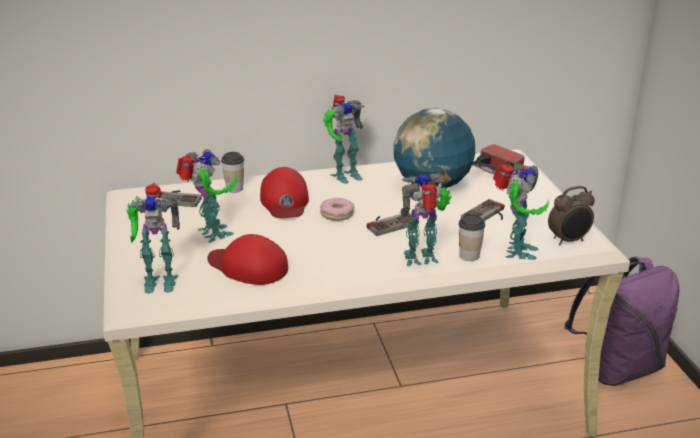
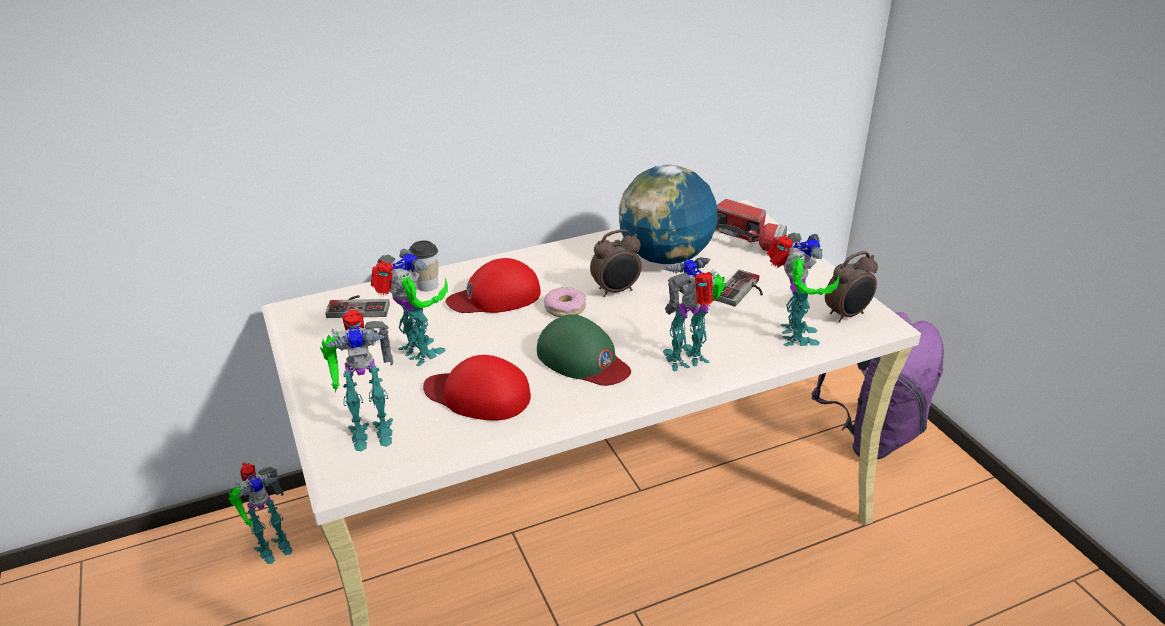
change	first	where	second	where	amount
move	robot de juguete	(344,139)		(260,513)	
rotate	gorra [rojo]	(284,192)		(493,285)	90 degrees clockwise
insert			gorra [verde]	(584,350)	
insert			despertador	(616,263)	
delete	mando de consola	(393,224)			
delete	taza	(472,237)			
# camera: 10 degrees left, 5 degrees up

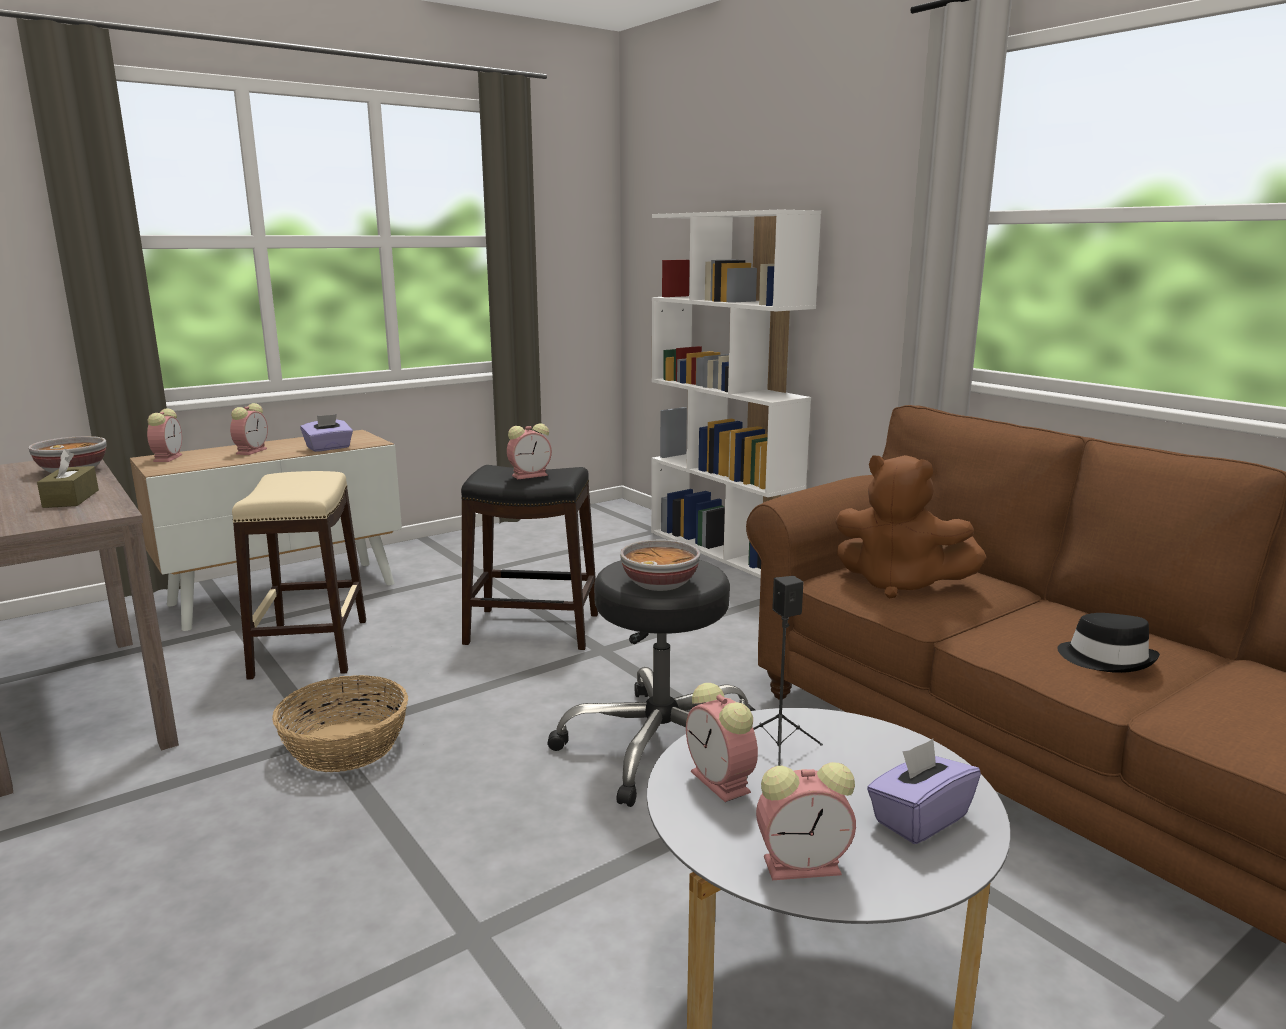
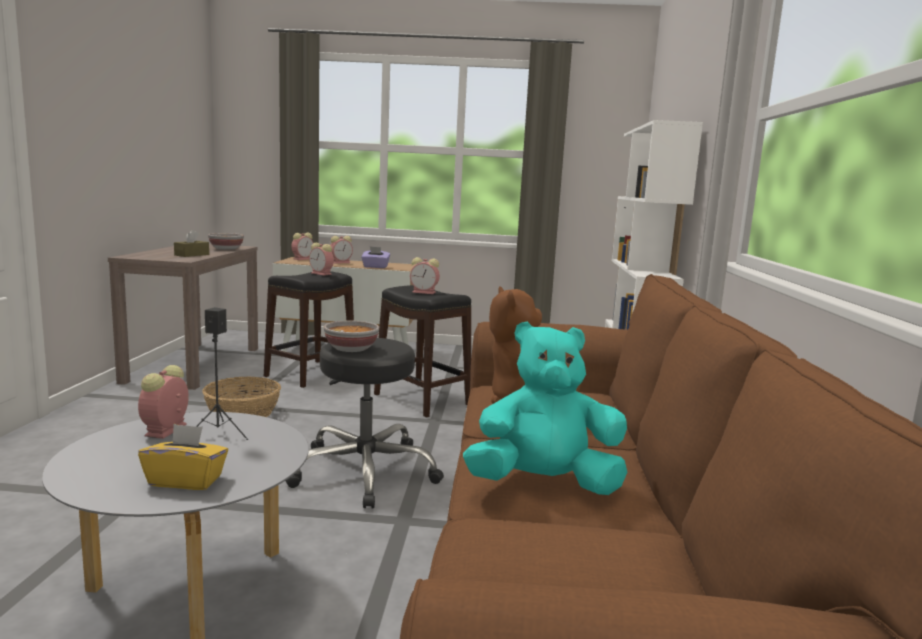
change	first	where	second	where	amount
recolor	caja de pañuelos [morado]	(924,791)	caja de pañuelos [amarillo]	(183,457)	
recolor	taburete [beis]	(299,575)	taburete [negro]	(309,330)	
move	despertador	(806,821)		(321,259)	
replace	sombrero [negro]	(1108,643)	peluche [turquesa]	(545,408)	
# camera: 40 degrees right, 5 degrees down

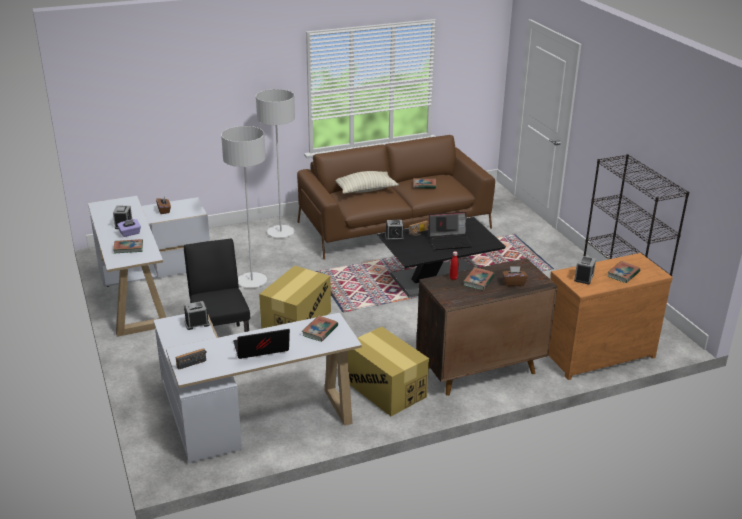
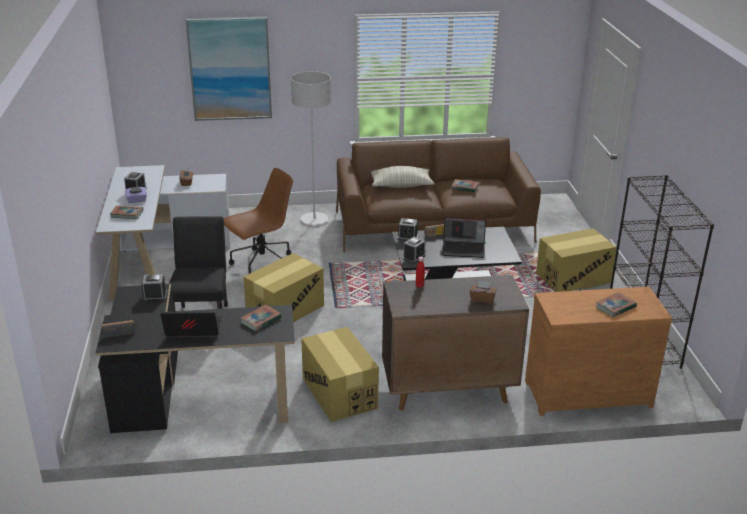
change	first	where	second	where	amount
recolor	escritorio [blanco]	(257,388)	escritorio [negro]	(195,358)	
insert			cuadro	(228,69)	
replace	lámpara de pie [gris]	(244,207)	silla de oficina [marrón]	(258,221)	
move	despertador	(585,270)		(414,250)	
insert			caja de cartón	(576,260)	
delete	libro	(479,278)			
# camera: 15 degrees right, 0 degrees up

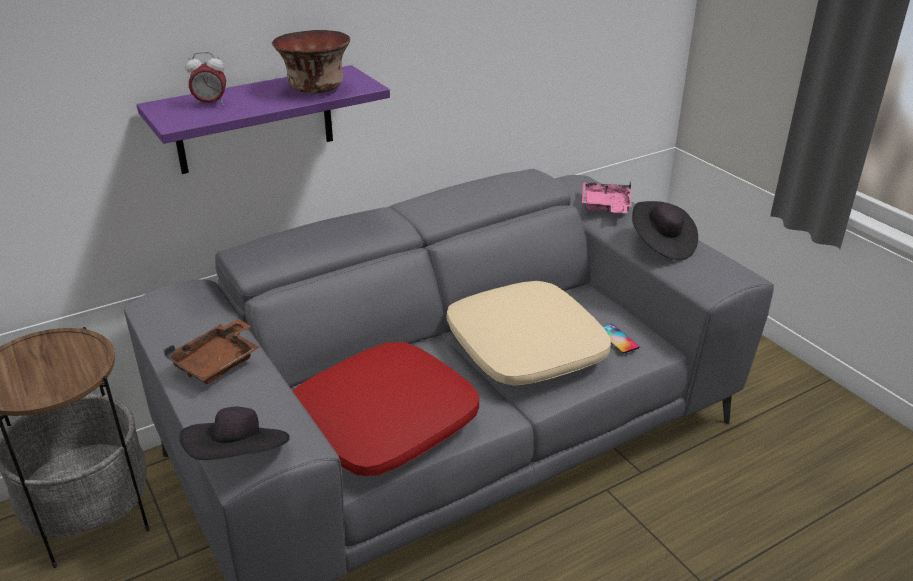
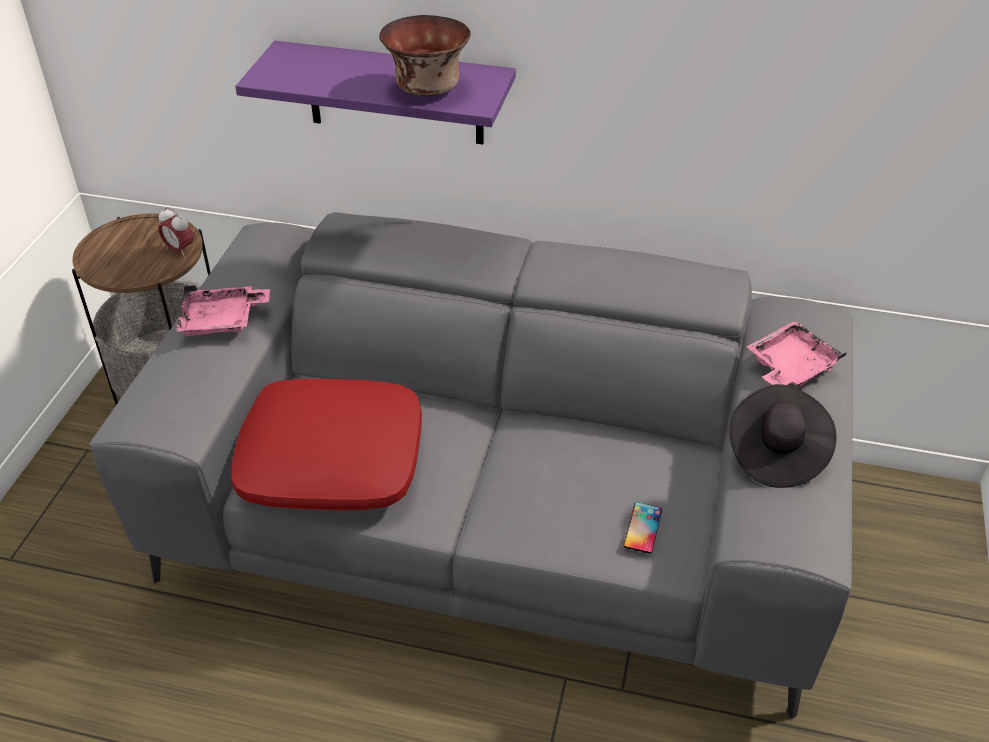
change	first	where	second	where	amount
move	despertador	(206,79)		(176,232)	
recolor	bandeja [marrón]	(212,351)	bandeja [rosa]	(223,310)	
delete	sombrero [negro]	(234,433)			
delete	cojín [beis]	(529,333)			
# camera: 45 degrees right, 10 degrees up

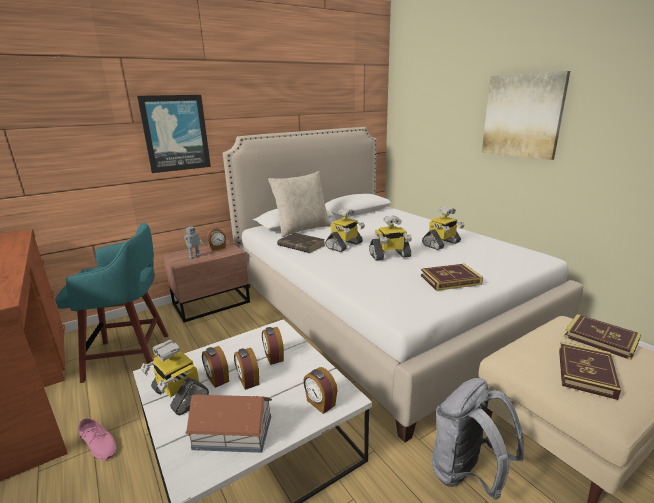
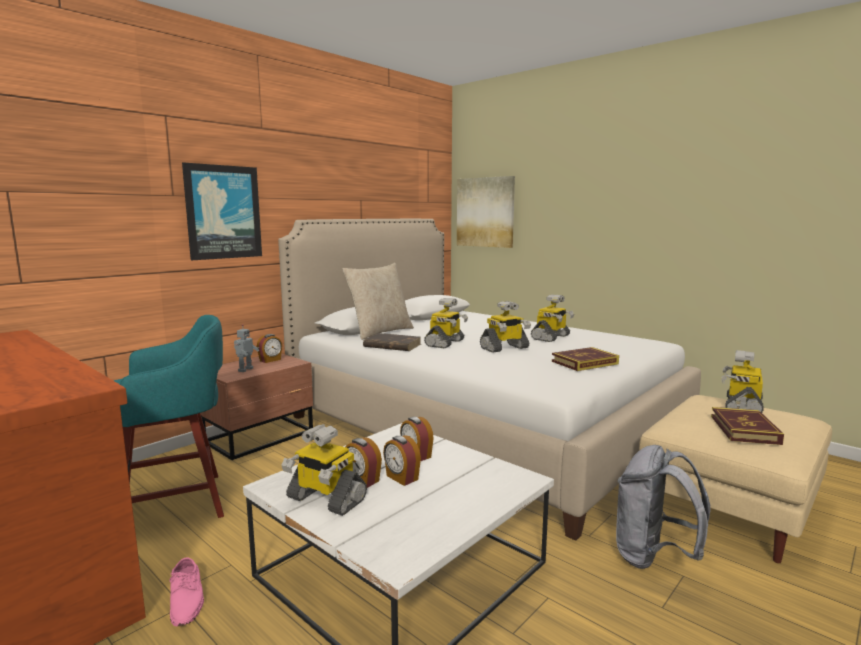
change	first	where	second	where	amount
rotate	zapato [rosa]	(97,439)		(186,591)	45 degrees clockwise
move	cuadro	(526,115)		(486,212)	
replace	libro	(602,337)	robot de juguete	(742,381)	
delete	casita	(228,424)			
delete	despertador	(320,390)			
# camera: 15 degrees left, 10 degrees down

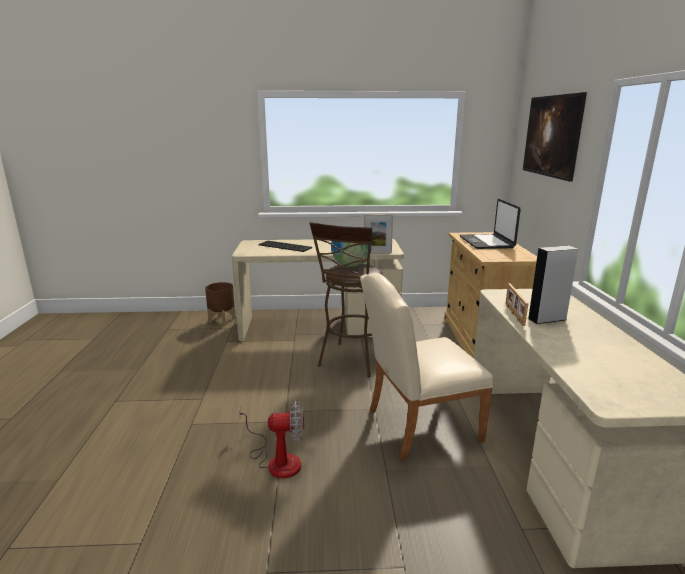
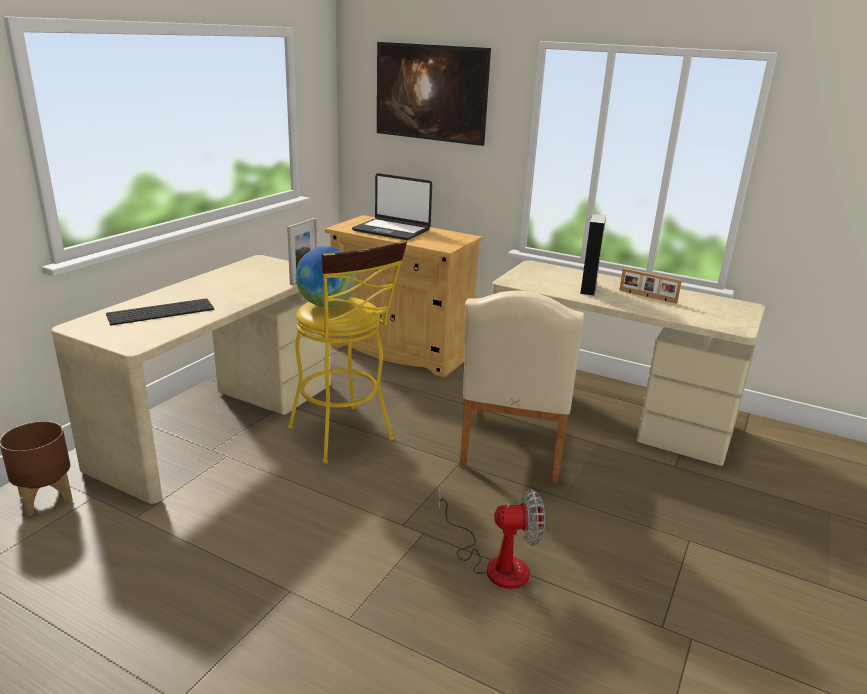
change	first	where	second	where	amount
recolor	taburete [marrón]	(346,299)	taburete [amarillo]	(347,352)	
rotate	ventilador	(271,439)		(491,539)	60 degrees clockwise
move	portarretratos	(516,304)		(650,286)	
# camera: 60 degrees left, 5 degrees up

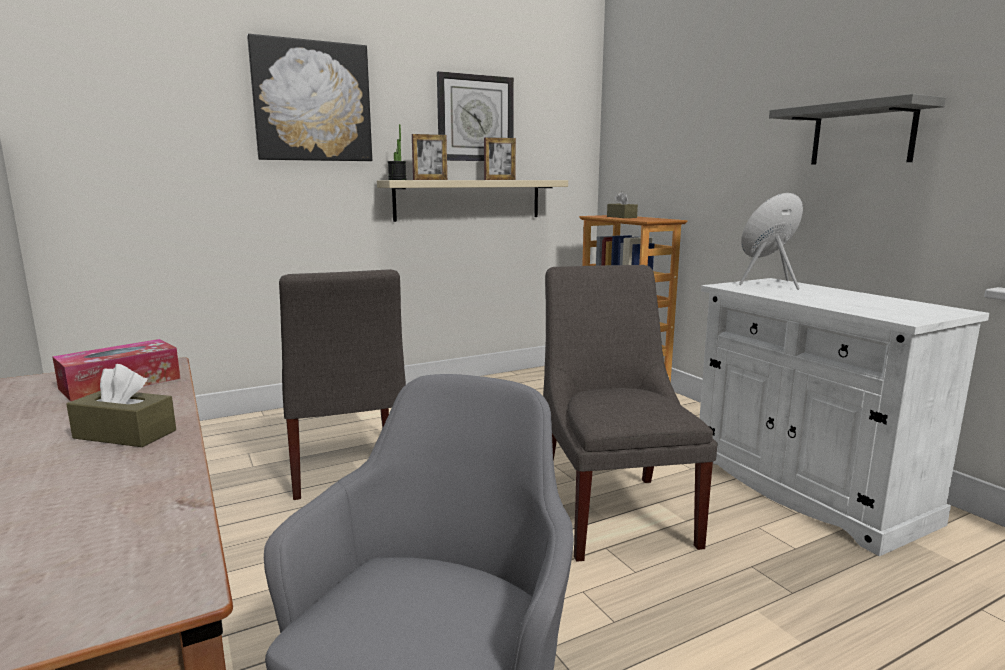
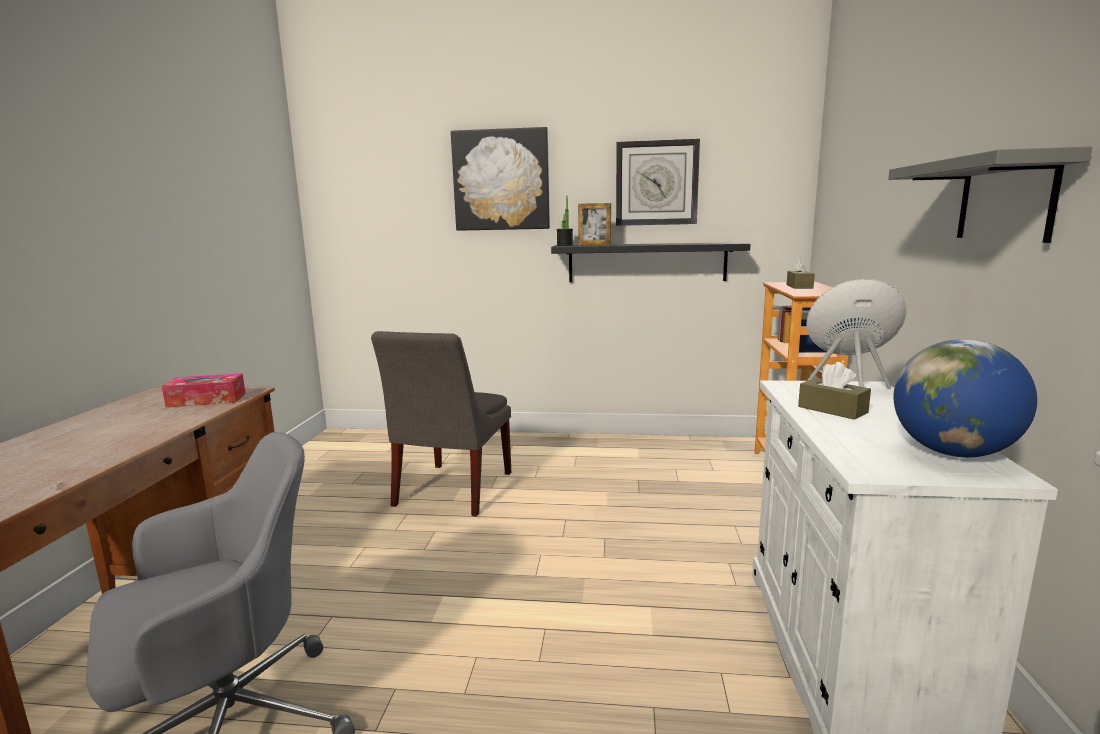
change	first	where	second	where	amount
recolor	estante [beis]	(472,201)	estante [negro]	(651,262)	
move	caja de pañuelos [marrón]	(121,405)		(834,391)	
insert			globo terráqueo	(965,398)	
delete	portarretratos	(500,158)			
delete	silla [gris]	(630,413)			
# camera: 35 degrees right, 0 degrees up

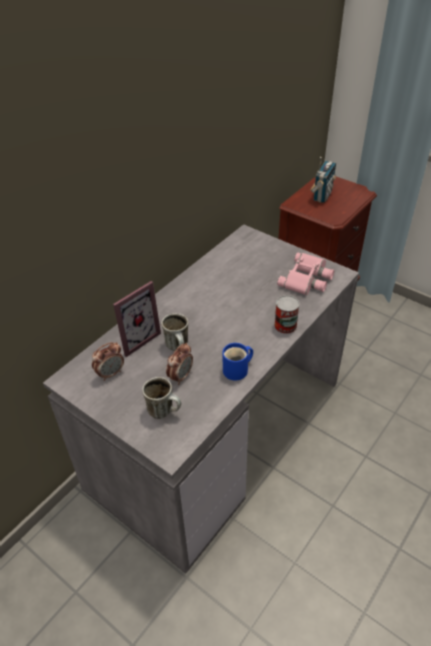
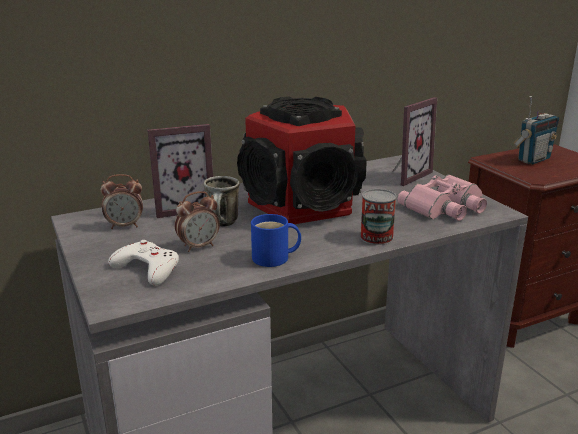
change	first	where	second	where	amount
replace	taza grande	(161,398)	mando de consola [blanco]	(143,262)	
insert			altavoz	(302,160)	
insert			portarretratos	(414,141)	
# camera: 25 degrees right, 20 degrees down

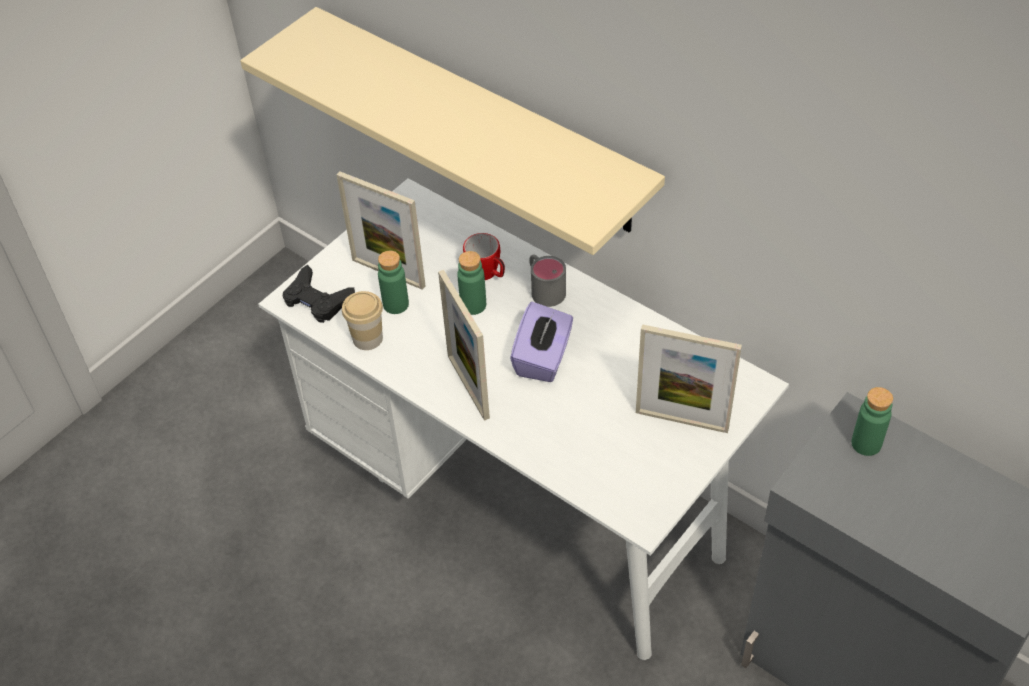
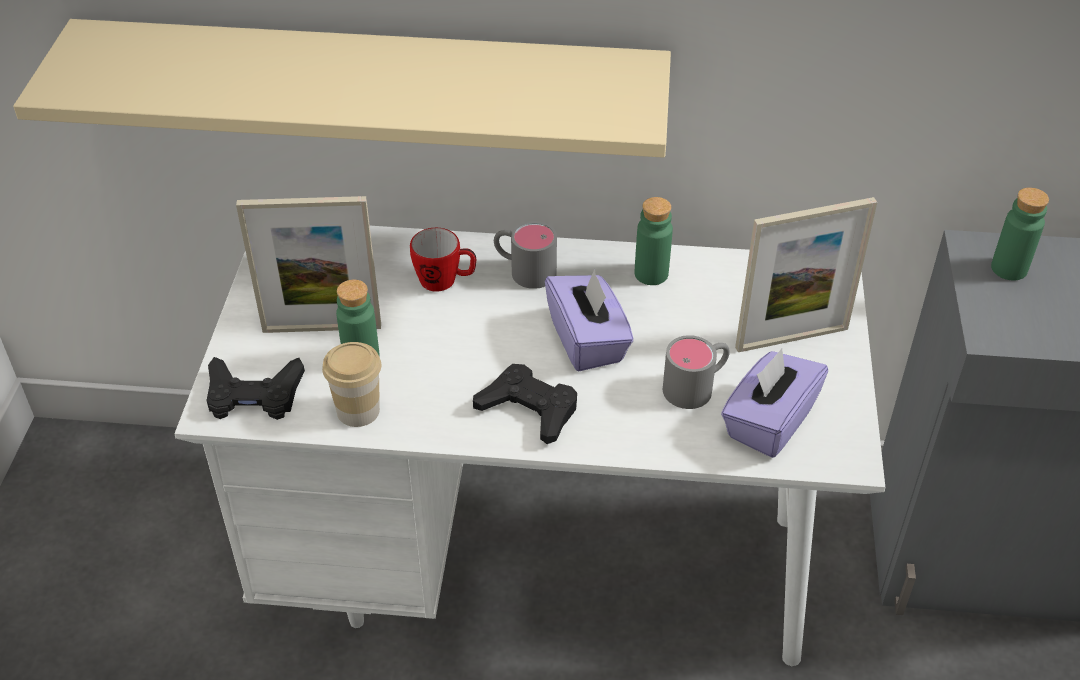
change	first	where	second	where	amount
replace	portarretratos	(464,345)	mando de consola [negro]	(525,404)	
move	botella [verde]	(471,283)		(653,241)	
insert			taza grande [gris]	(696,372)	
insert			caja de pañuelos [morado]	(774,403)	
# camera: 35 degrees left, 5 degrees down

